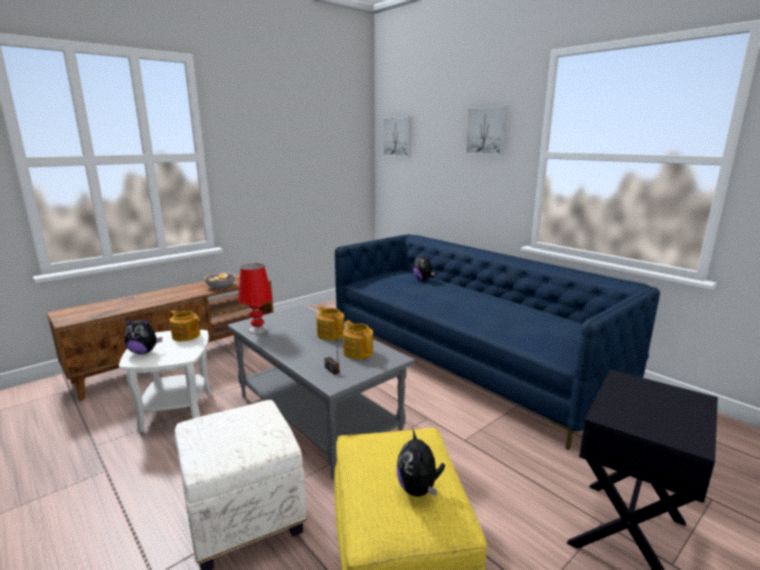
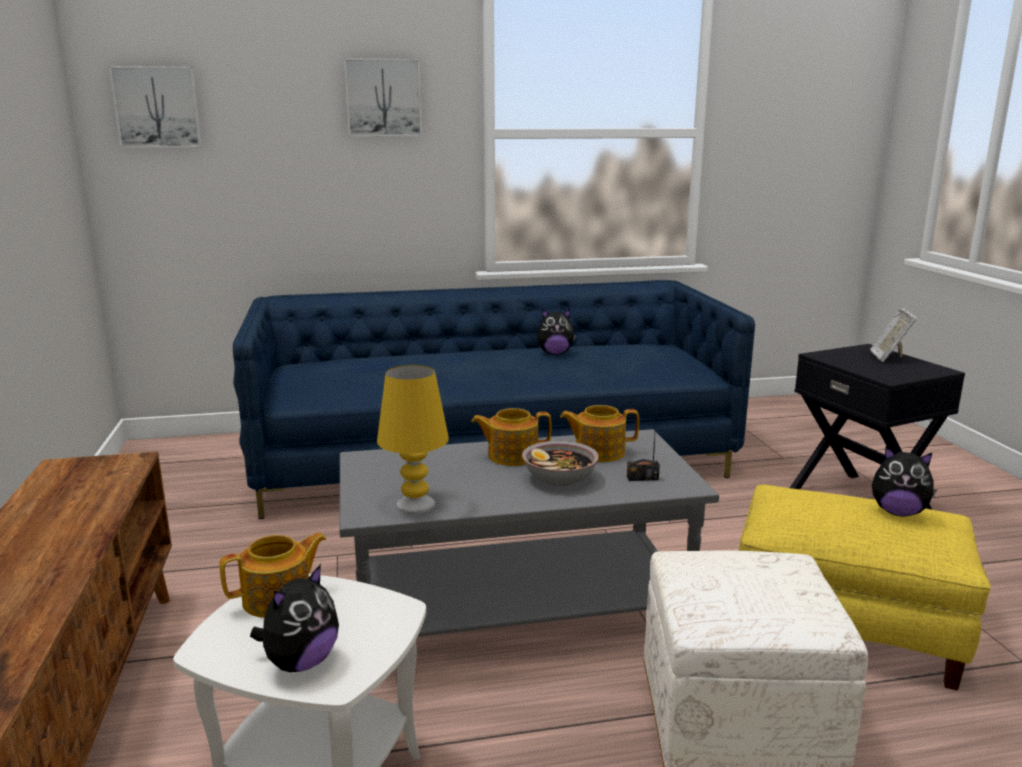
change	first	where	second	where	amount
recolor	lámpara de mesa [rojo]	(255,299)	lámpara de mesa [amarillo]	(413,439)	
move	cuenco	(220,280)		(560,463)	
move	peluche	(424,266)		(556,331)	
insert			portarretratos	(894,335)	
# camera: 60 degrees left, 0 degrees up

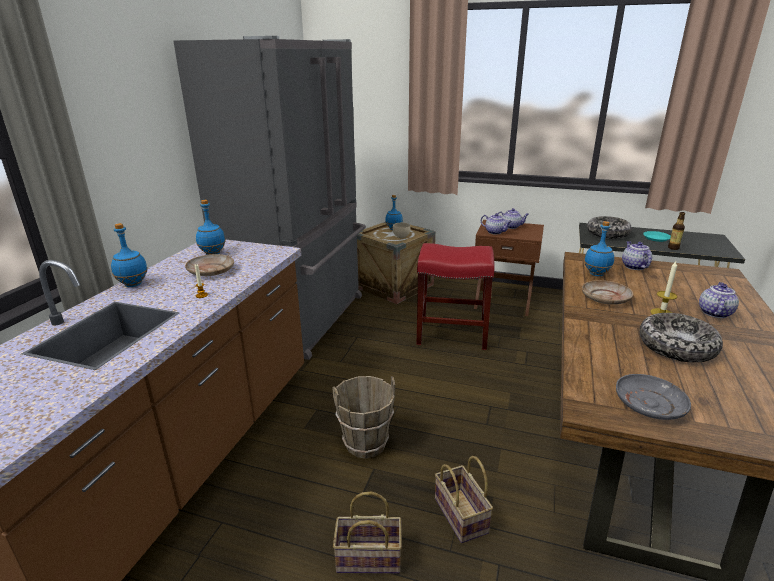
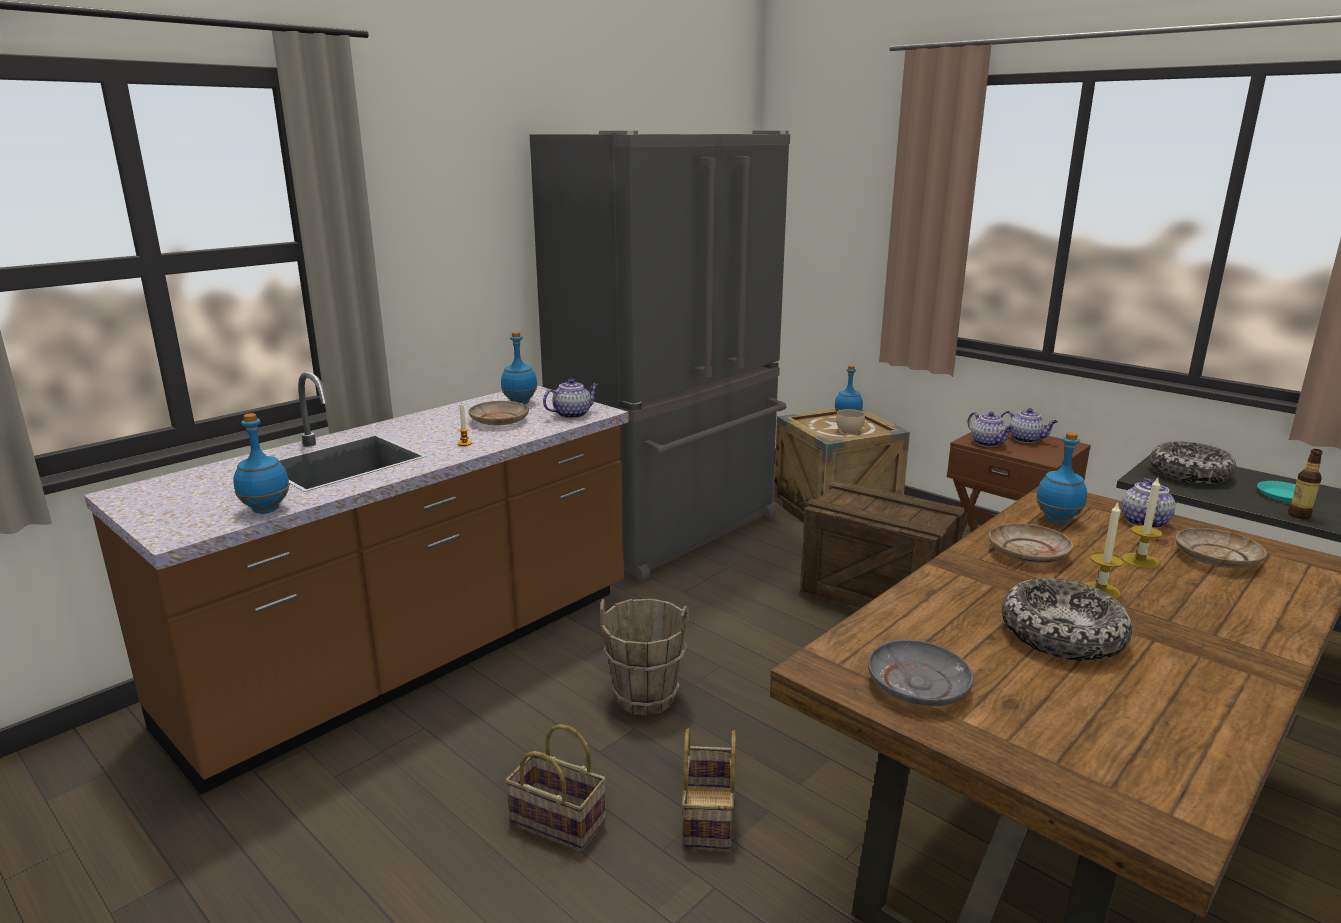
change	first	where	second	where	amount
move	botella [azul]	(129,255)		(261,463)	
move	tetera	(719,300)		(571,398)	
replace	taburete [rojo]	(456,296)	caja de embalaje	(882,545)	
insert			vela	(1142,523)	
insert			plato [beis]	(1221,548)	
# camera: 25 degrees right, 5 degrees down

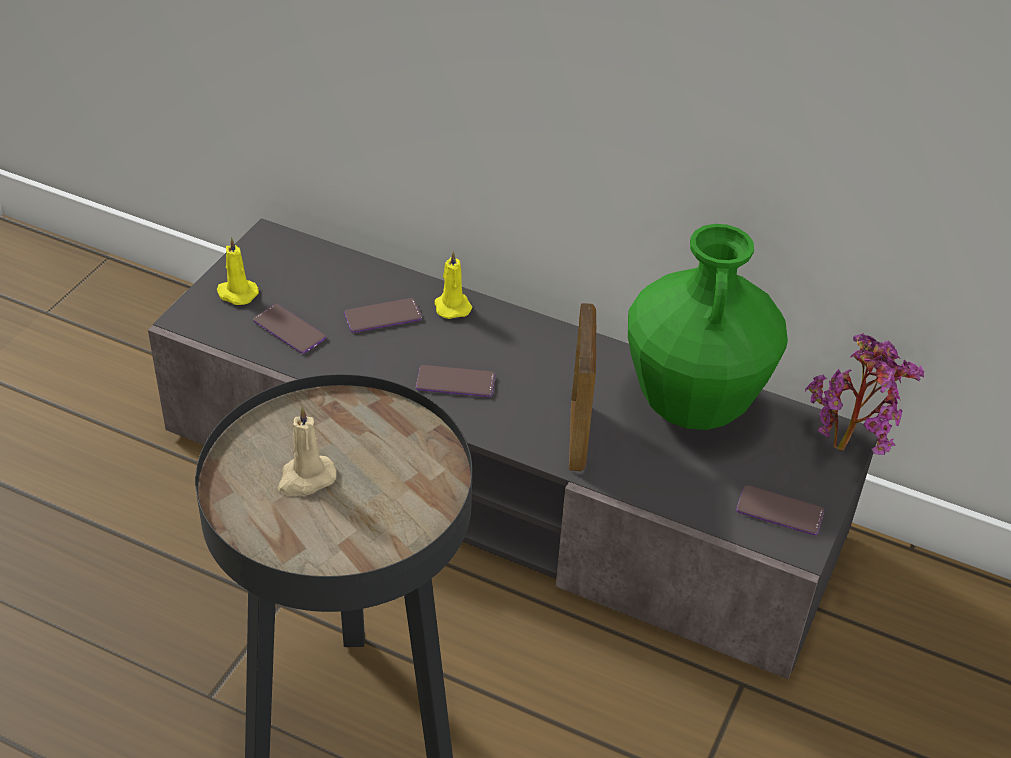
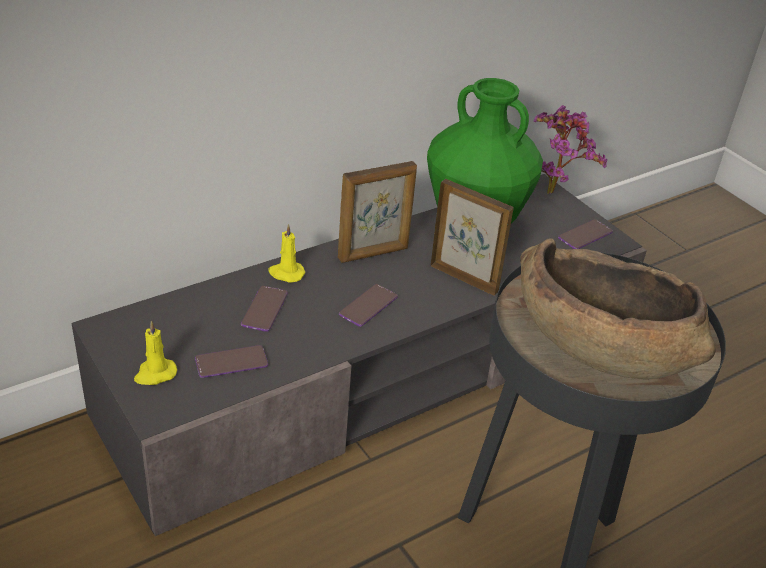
change	first	where	second	where	amount
insert			portarretratos	(377,212)	
replace	vela [beis]	(306,451)	cuenco [marrón]	(618,309)	
# camera: 60 degrees left, 5 degrees down

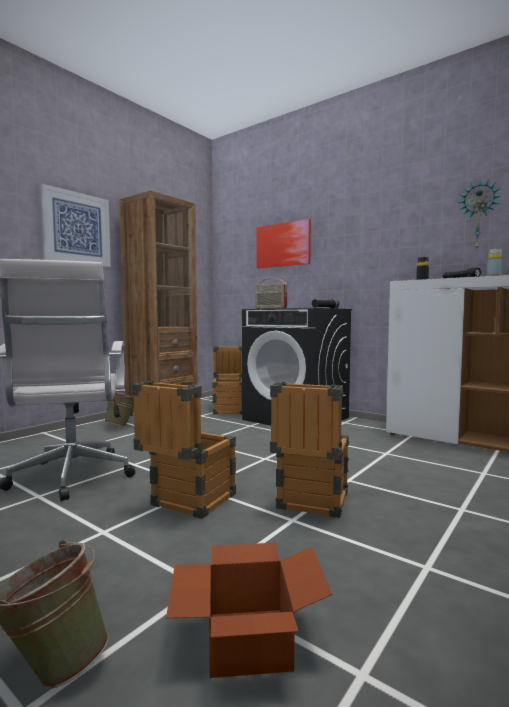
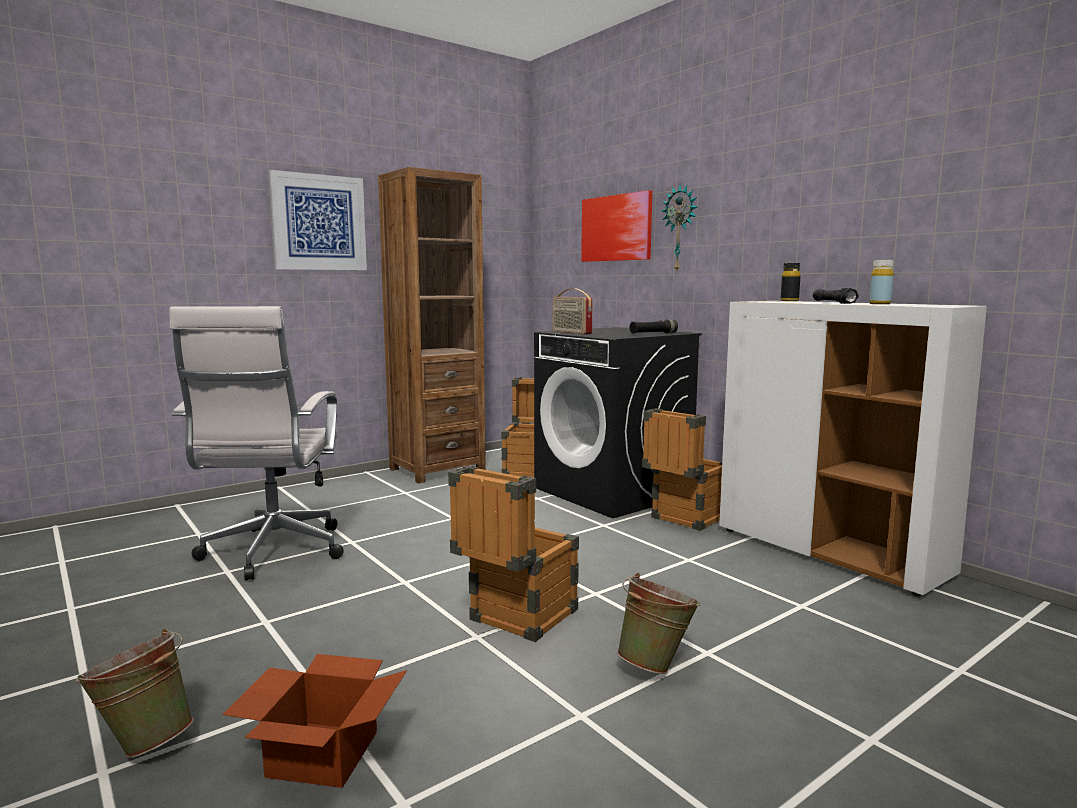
change	first	where	second	where	amount
move	cubo [verde]	(119,409)		(658,623)	
move	caja de embalaje	(184,450)		(682,469)	
move	reloj de pared	(479,214)		(679,228)	
# camera: 15 degrees right, 5 degrees up

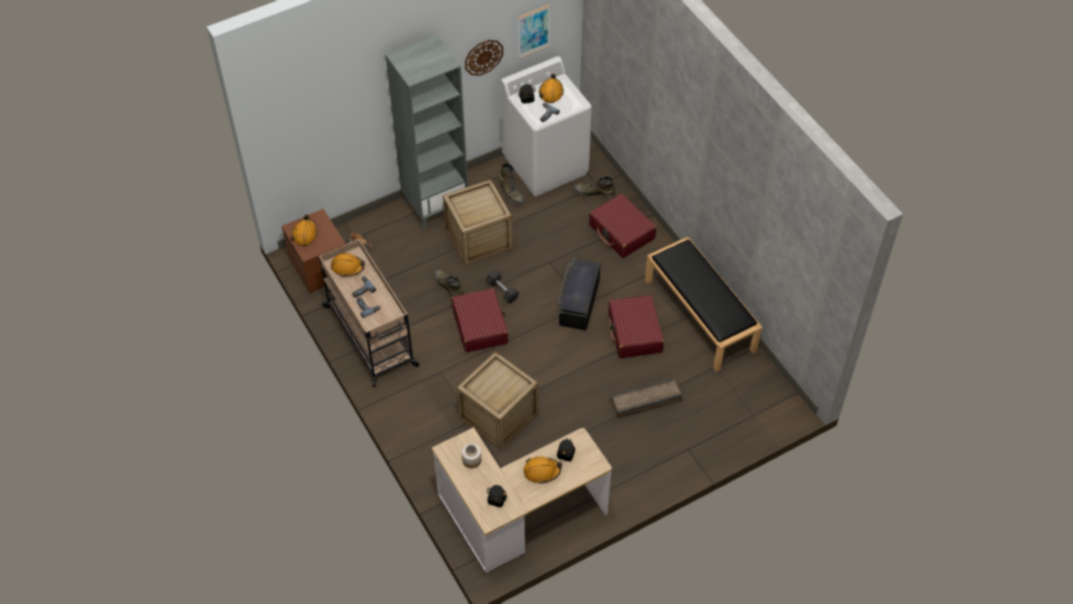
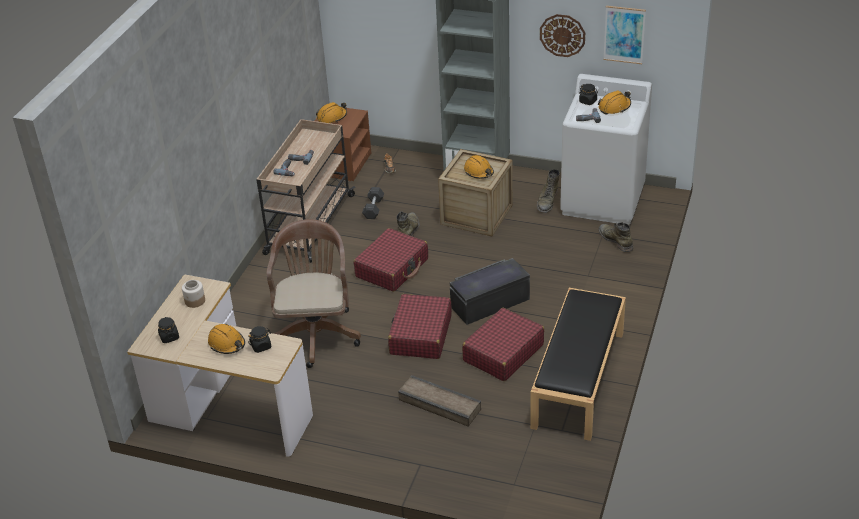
change	first	where	second	where	amount
replace	caja de embalaje	(497,400)	silla de oficina [marrón]	(314,293)	
move	mancuerna [gris]	(502,287)		(373,203)	
move	maleta [rojo]	(622,226)		(420,326)	
move	casco [naranja]	(348,265)		(479,167)	
# camera: 50 degrees right, 15 degrees down

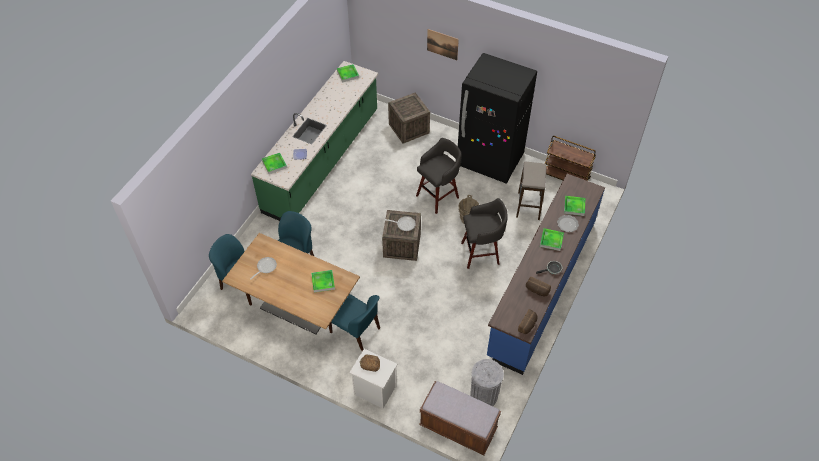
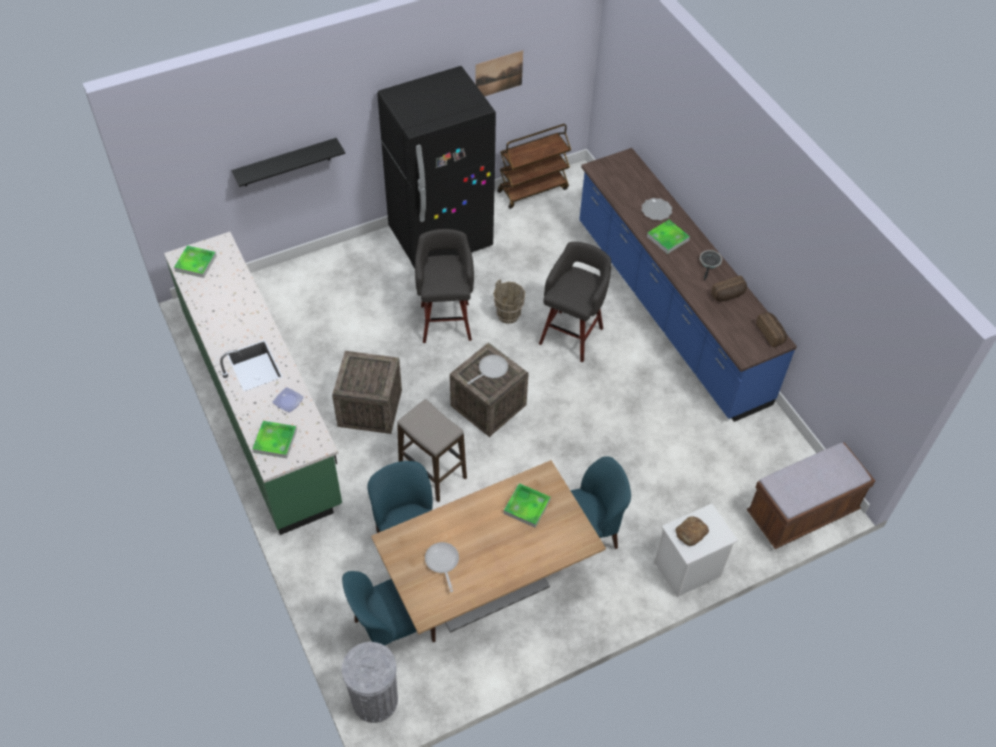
change	first	where	second	where	amount
insert			estante [negro]	(288,162)	
move	caja de embalaje	(409,117)		(367,392)	
move	papelera [gris]	(487,382)		(370,682)	
move	taburete	(531,191)		(432,450)	
move	cuadro	(443,44)		(499,73)	
delete	bandeja	(574,206)			
# camera: 55 degrees left, 0 degrees up

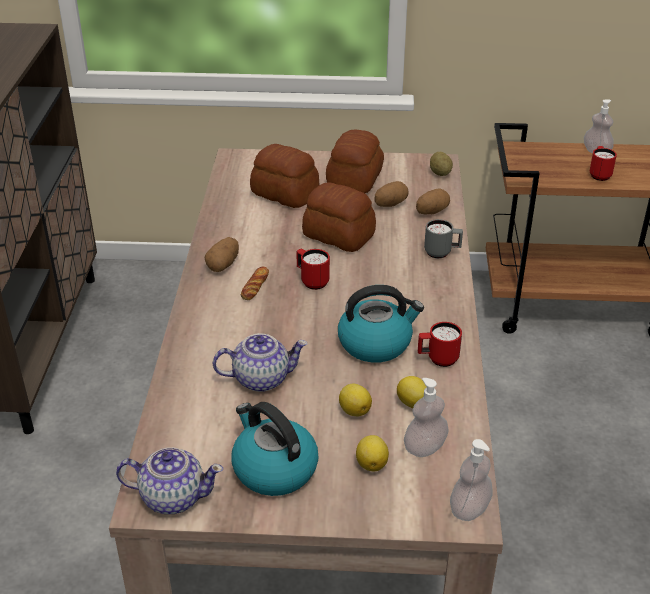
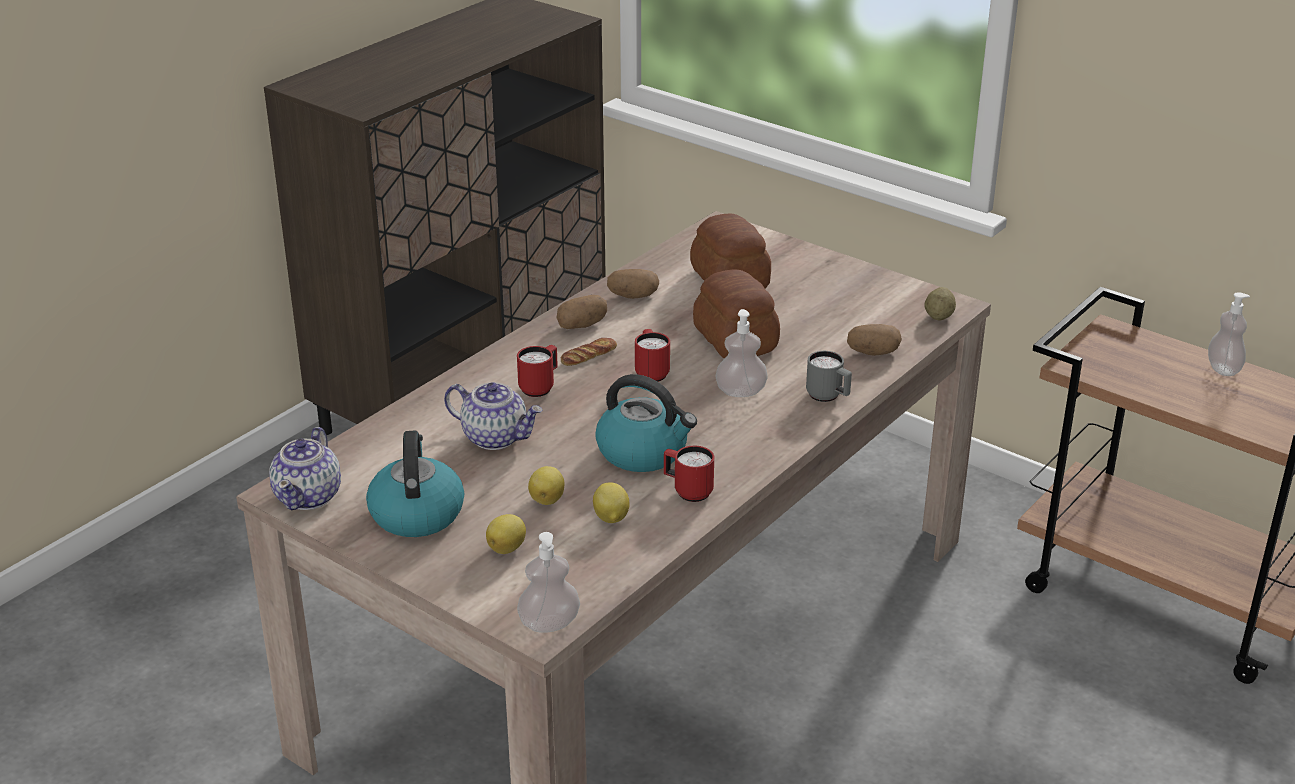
change	first	where	second	where	amount
rotate	tetera	(169,480)		(305,468)	60 degrees clockwise
move	taza grande [rojo]	(603,163)		(537,371)	
move	patata	(391,194)		(633,284)	
move	dispensador de jabón	(426,417)		(741,353)	
delete	pan	(355,161)			
# camera: 35 degrees right, 5 degrees down

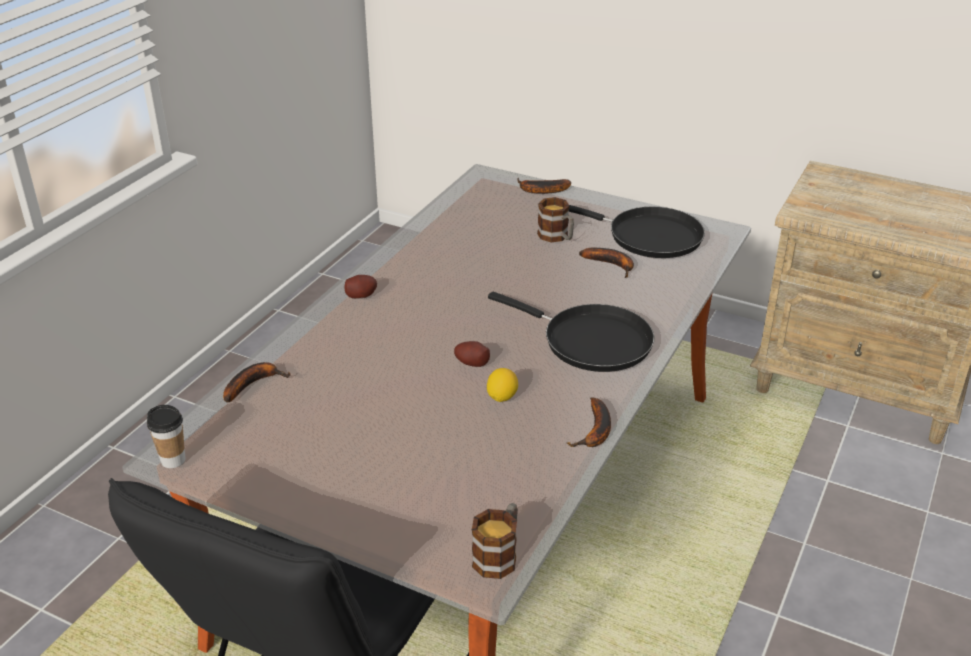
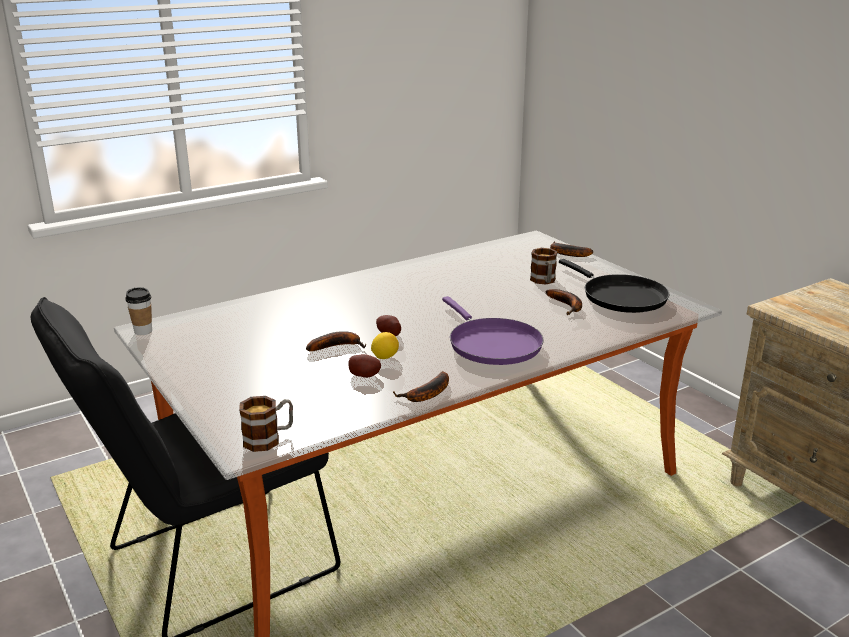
change	first	where	second	where	amount
move	plátano	(256,382)		(336,341)	
move	patata	(361,286)		(364,366)	
recolor	sartén [negro]	(571,332)	sartén [morado]	(493,330)	
# camera: 30 degrees right, 10 degrees down

